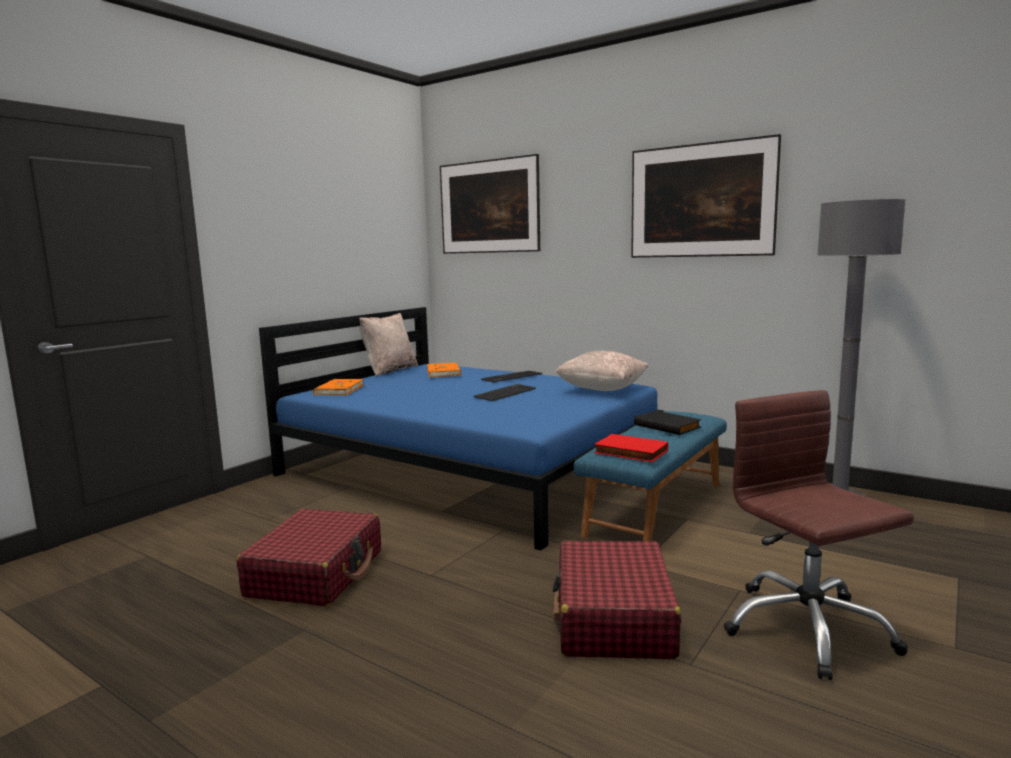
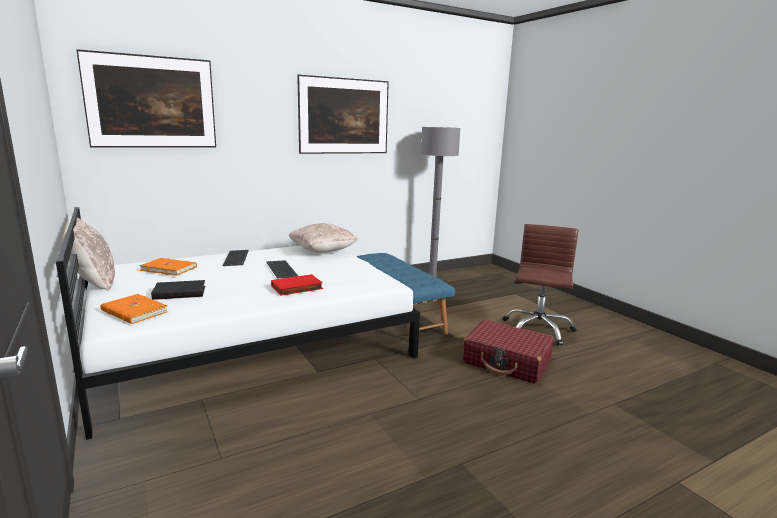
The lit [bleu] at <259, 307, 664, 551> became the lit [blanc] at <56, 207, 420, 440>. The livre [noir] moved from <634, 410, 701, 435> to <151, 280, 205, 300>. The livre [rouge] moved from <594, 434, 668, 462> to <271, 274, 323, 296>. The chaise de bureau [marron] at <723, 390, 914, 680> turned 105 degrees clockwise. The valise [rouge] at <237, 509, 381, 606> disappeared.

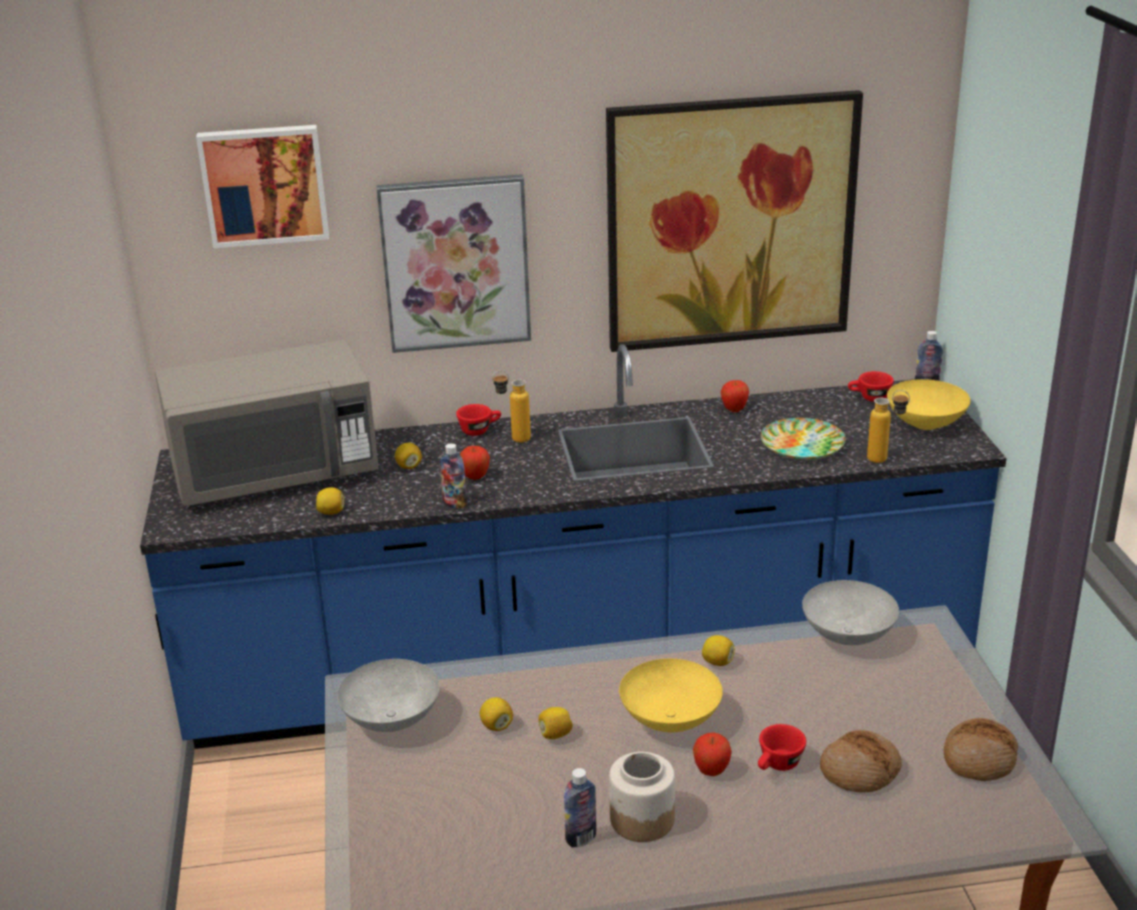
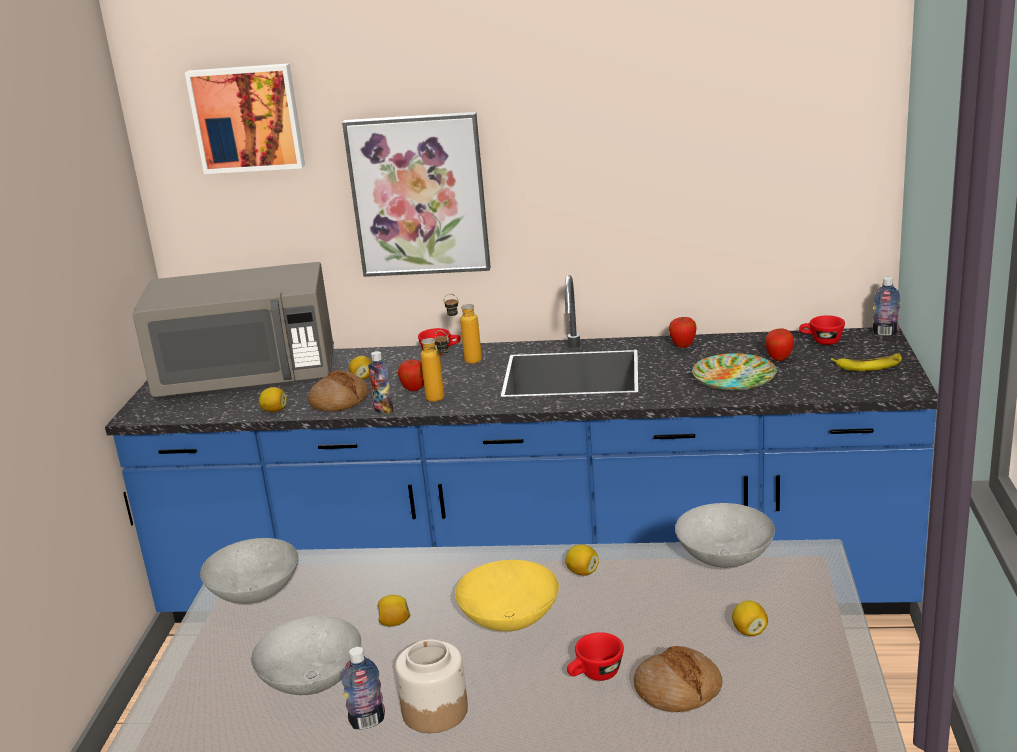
The bol [gris] at <251, 616, 362, 695> appeared. The pain moved from <944, 718, 1018, 781> to <308, 370, 369, 412>. The bouteille moved from <867, 390, 910, 463> to <421, 330, 449, 402>. The citron moved from <480, 697, 513, 731> to <732, 601, 768, 636>. The pomme moved from <693, 732, 732, 776> to <765, 328, 794, 361>. The bol [jaune] at <887, 379, 970, 430> was replaced by the banane at <831, 353, 902, 371>. The tableau at <606, 90, 863, 352> disappeared.

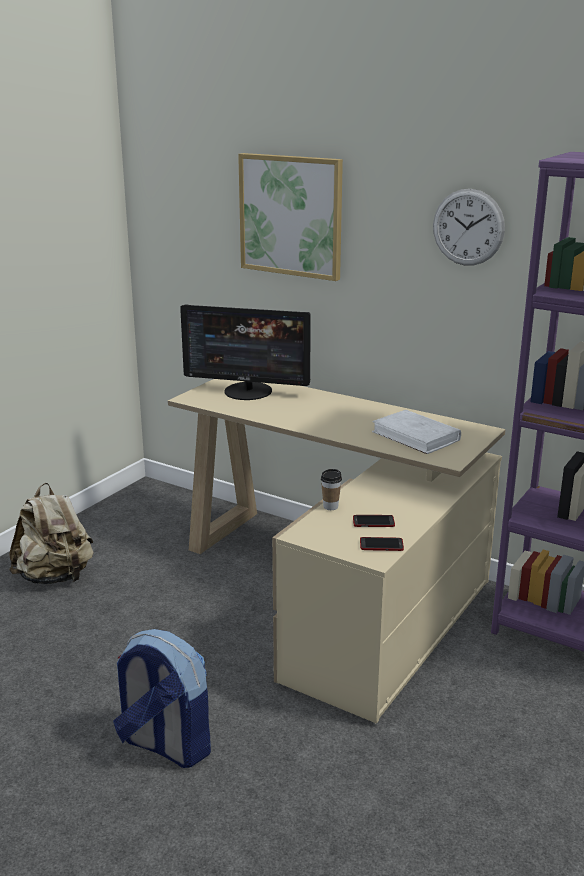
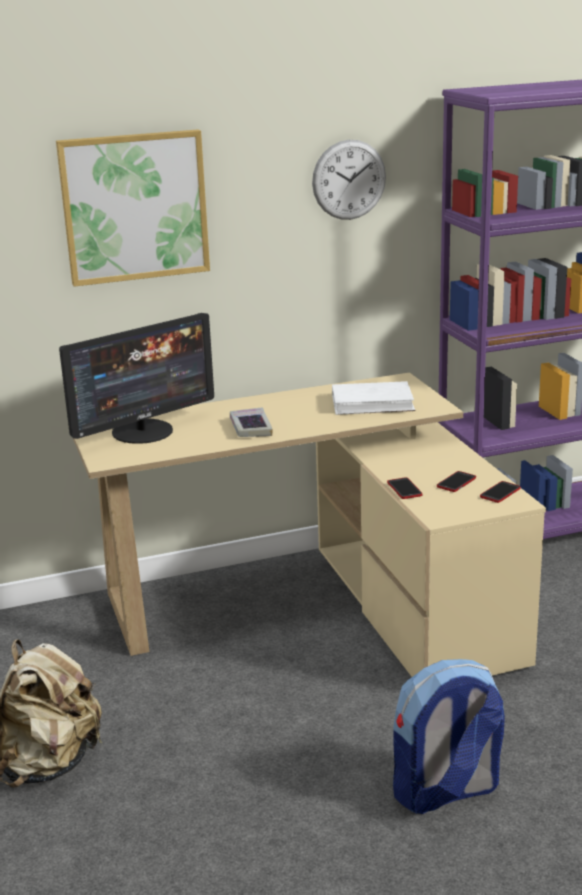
The livre at <230, 407, 273, 437> appeared. The tasse at <321, 469, 342, 510> was replaced by the téléphone at <387, 477, 422, 499>.

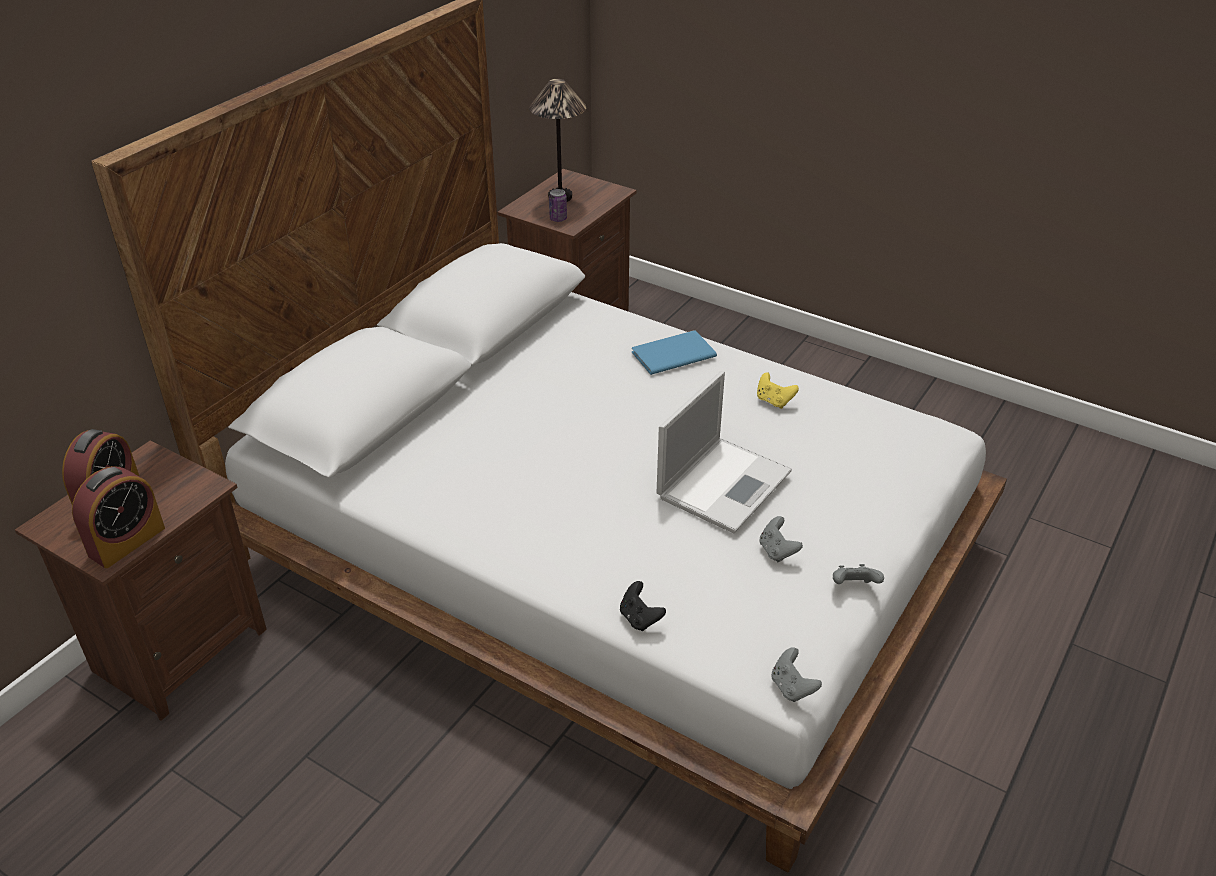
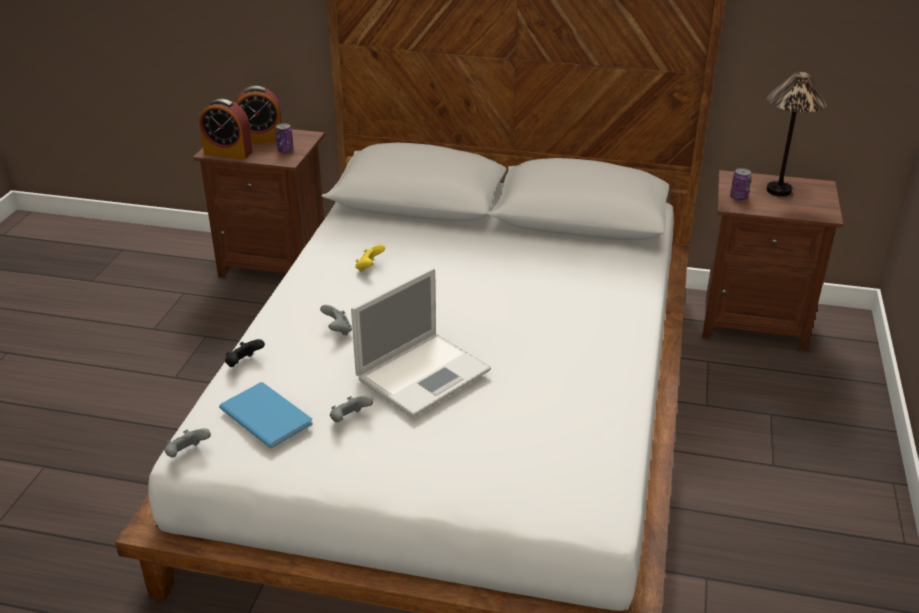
The livre [bleu] moved from <632, 330, 717, 375> to <219, 382, 313, 448>. The boîte métallique at <276, 123, 294, 153> appeared. The manette [gris] moved from <833, 564, 884, 584> to <320, 305, 352, 336>. The ordinateur portable at <657, 371, 792, 533> turned 60 degrees counterclockwise. The manette [jaune] moved from <757, 372, 799, 409> to <355, 244, 385, 272>.

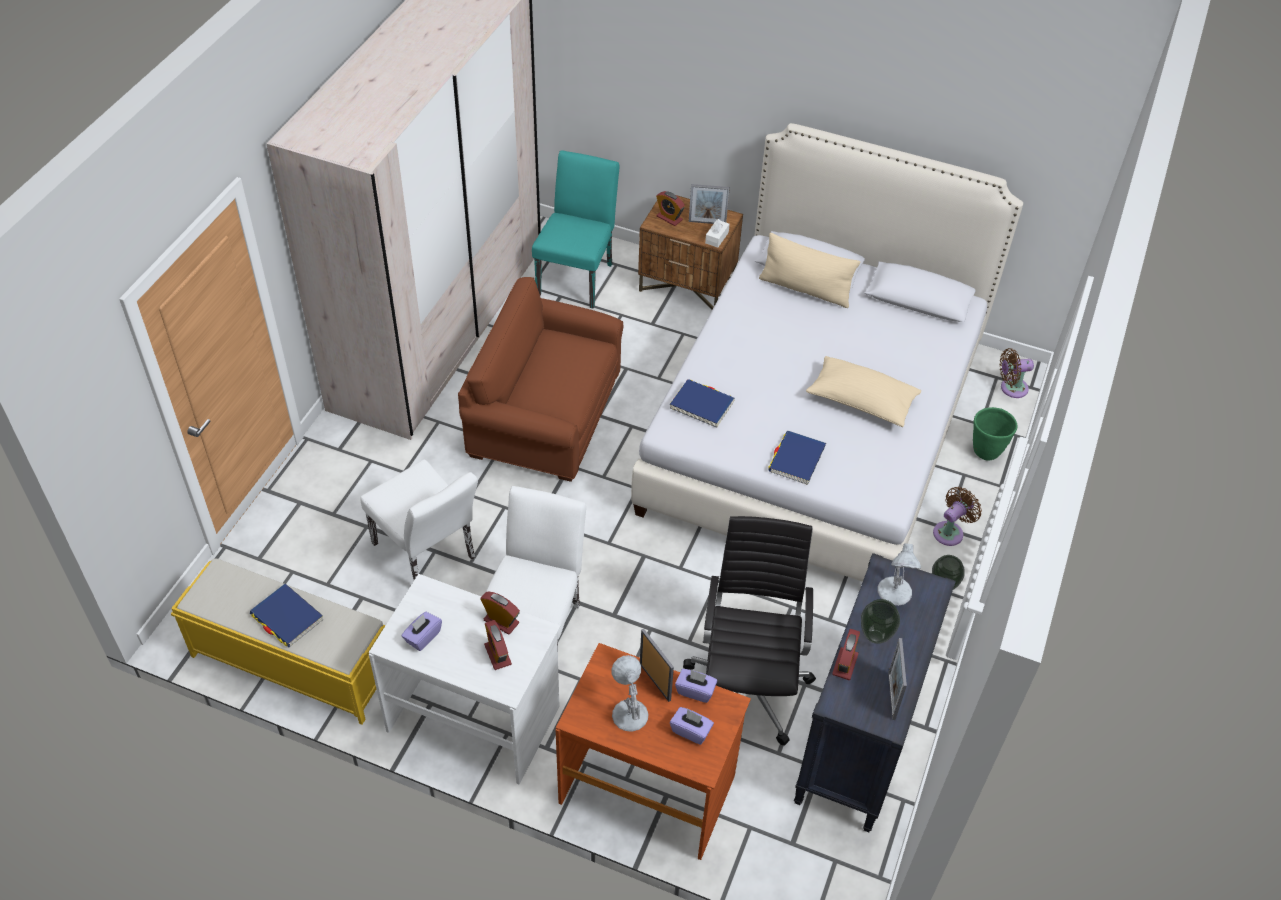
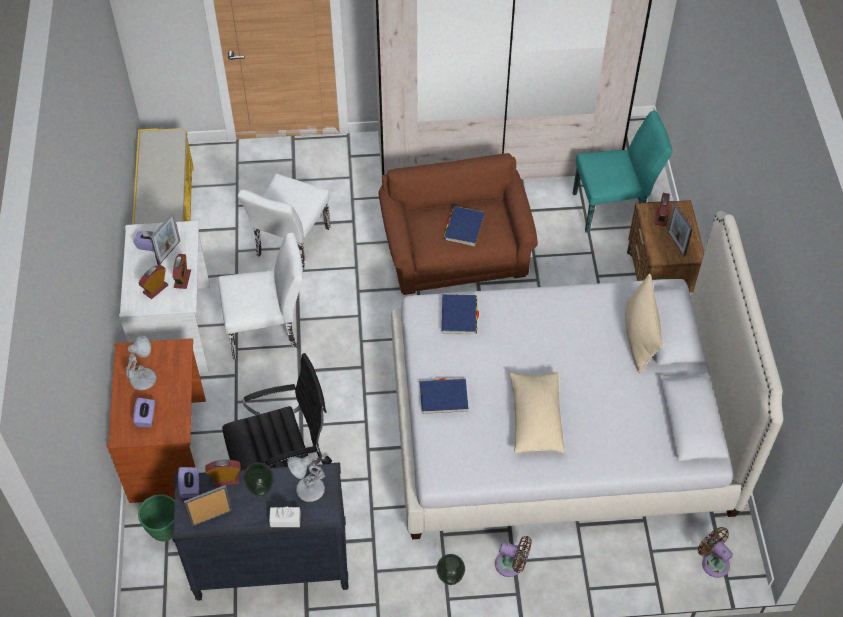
The cache-pot [vert] moved from <973, 407, 1017, 461> to <138, 494, 174, 541>. The cadre photo moved from <640, 628, 674, 702> to <150, 212, 180, 265>. The boîte à mouchoirs [violet] moved from <675, 669, 717, 703> to <178, 467, 199, 498>. The boîte à mouchoirs [blanc] moved from <705, 219, 730, 248> to <269, 507, 301, 527>. The livre [bleu] moved from <250, 584, 323, 647> to <444, 206, 485, 247>.

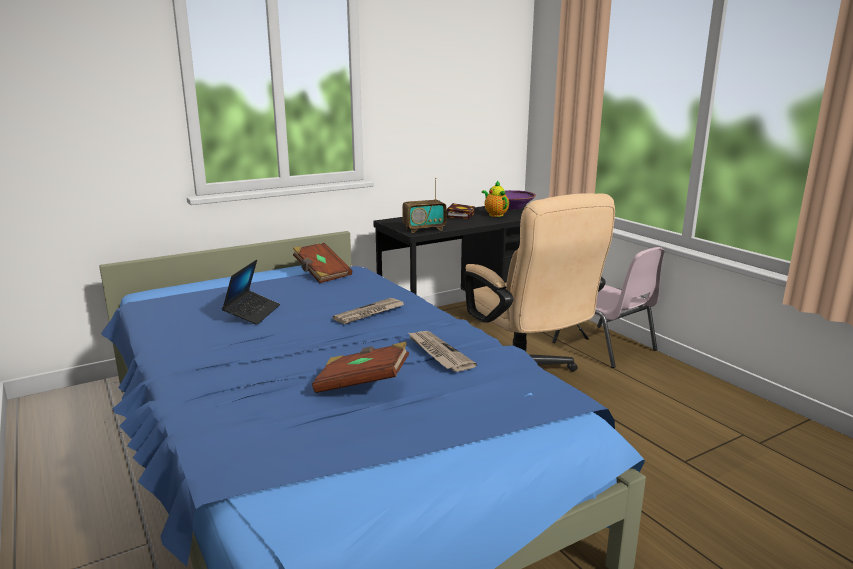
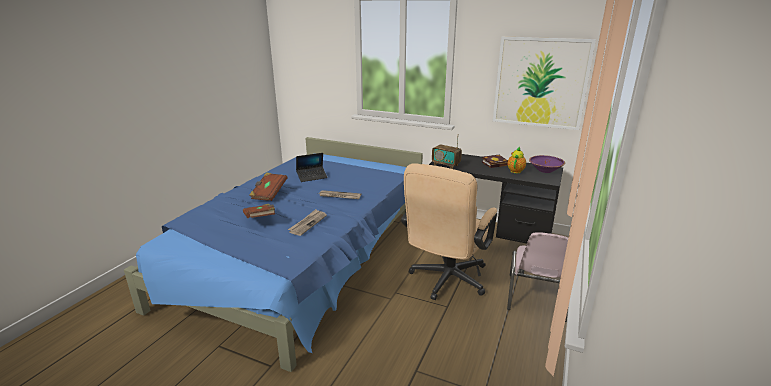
The livre [marron] moved from <293, 243, 352, 283> to <249, 172, 287, 201>. The tableau at <493, 36, 596, 130> appeared.

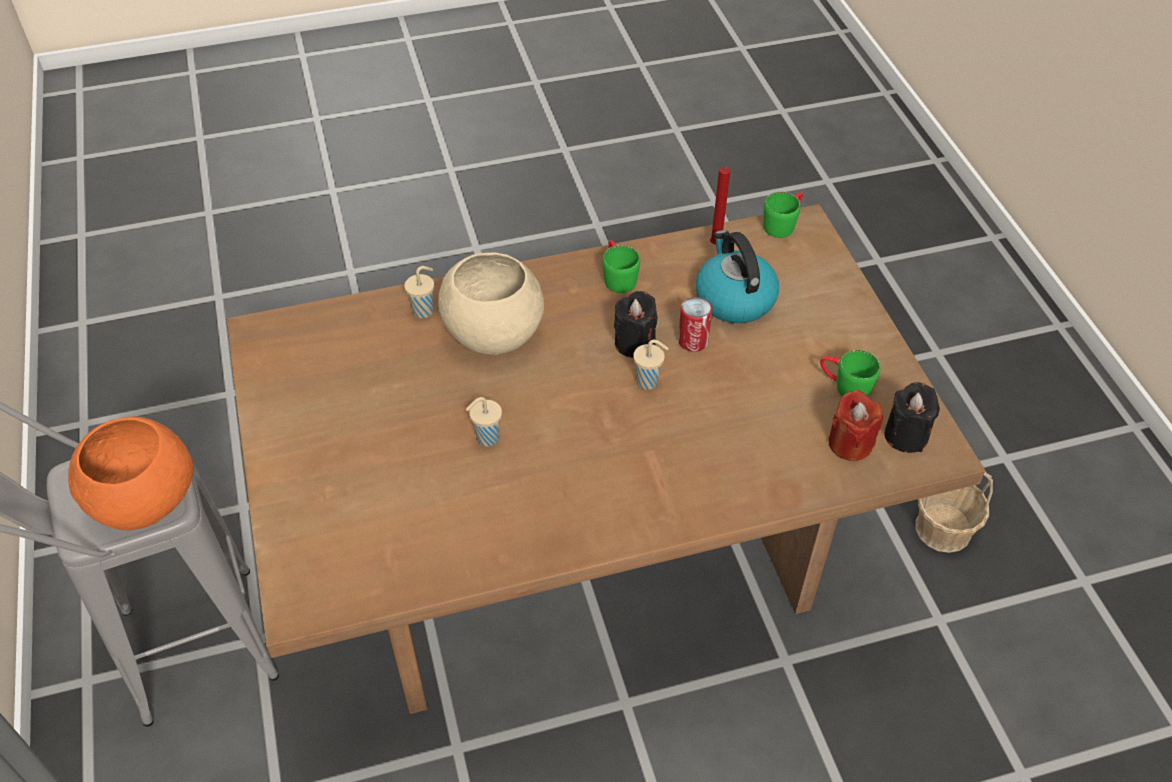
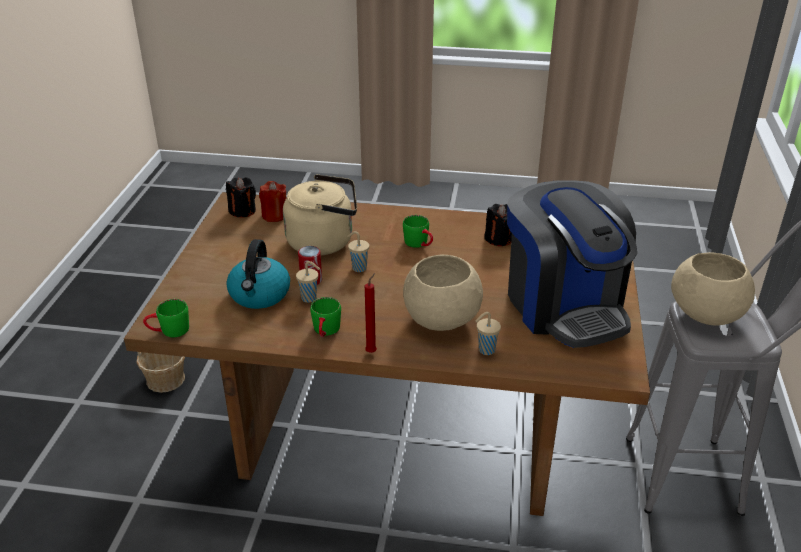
The bouilloire [beige] at <283, 174, 357, 255> appeared. The tasse [beige] moved from <466, 397, 502, 446> to <296, 261, 320, 303>. The bougie [rouge] moved from <710, 167, 730, 245> to <365, 273, 377, 353>. The mug [vert] moved from <820, 350, 880, 397> to <403, 215, 433, 248>. The bougie [noir] moved from <614, 291, 658, 358> to <484, 204, 512, 246>. The machine à café at <507, 180, 637, 348> appeared. The bol [orange] at <68, 417, 193, 530> became the bol [beige] at <671, 252, 755, 326>.

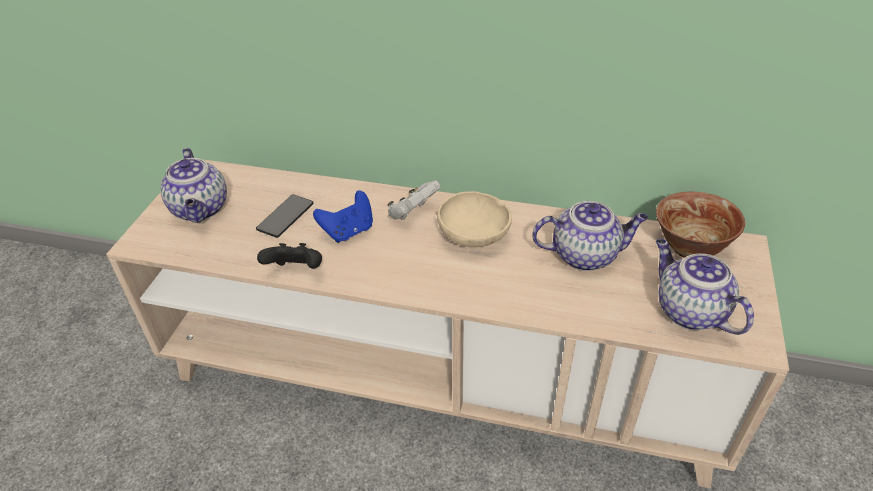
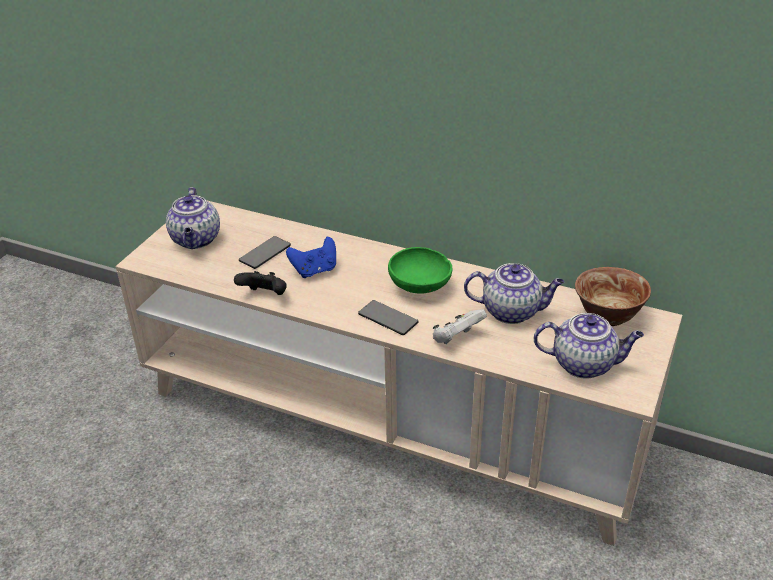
The téléphone at <358, 300, 418, 335> appeared. The bol [beige] at <437, 191, 512, 247> became the bol [vert] at <388, 247, 452, 294>. The manette [blanc] moved from <387, 180, 441, 220> to <433, 309, 487, 344>. The théière at <656, 239, 754, 335> turned 120 degrees clockwise.

